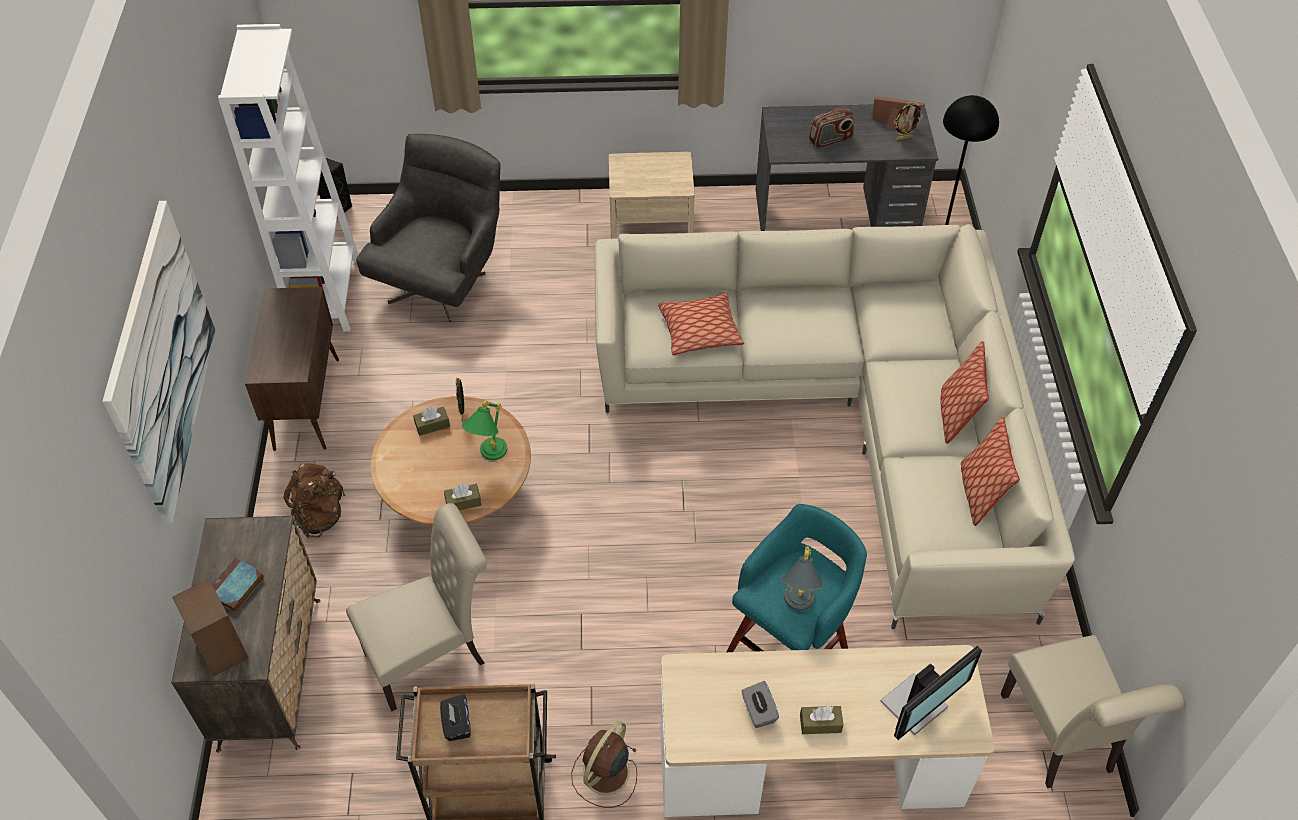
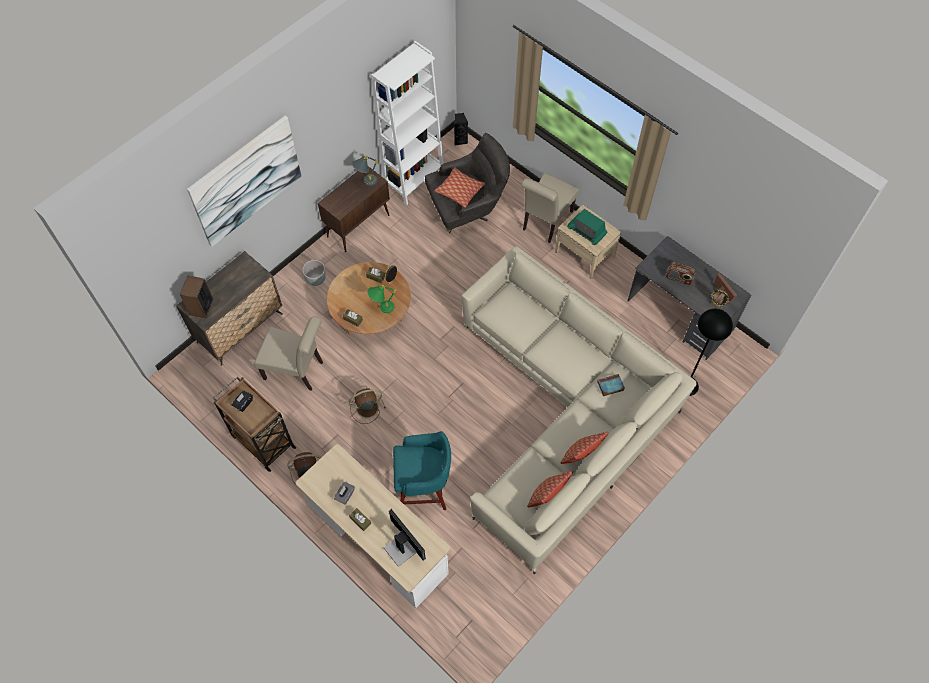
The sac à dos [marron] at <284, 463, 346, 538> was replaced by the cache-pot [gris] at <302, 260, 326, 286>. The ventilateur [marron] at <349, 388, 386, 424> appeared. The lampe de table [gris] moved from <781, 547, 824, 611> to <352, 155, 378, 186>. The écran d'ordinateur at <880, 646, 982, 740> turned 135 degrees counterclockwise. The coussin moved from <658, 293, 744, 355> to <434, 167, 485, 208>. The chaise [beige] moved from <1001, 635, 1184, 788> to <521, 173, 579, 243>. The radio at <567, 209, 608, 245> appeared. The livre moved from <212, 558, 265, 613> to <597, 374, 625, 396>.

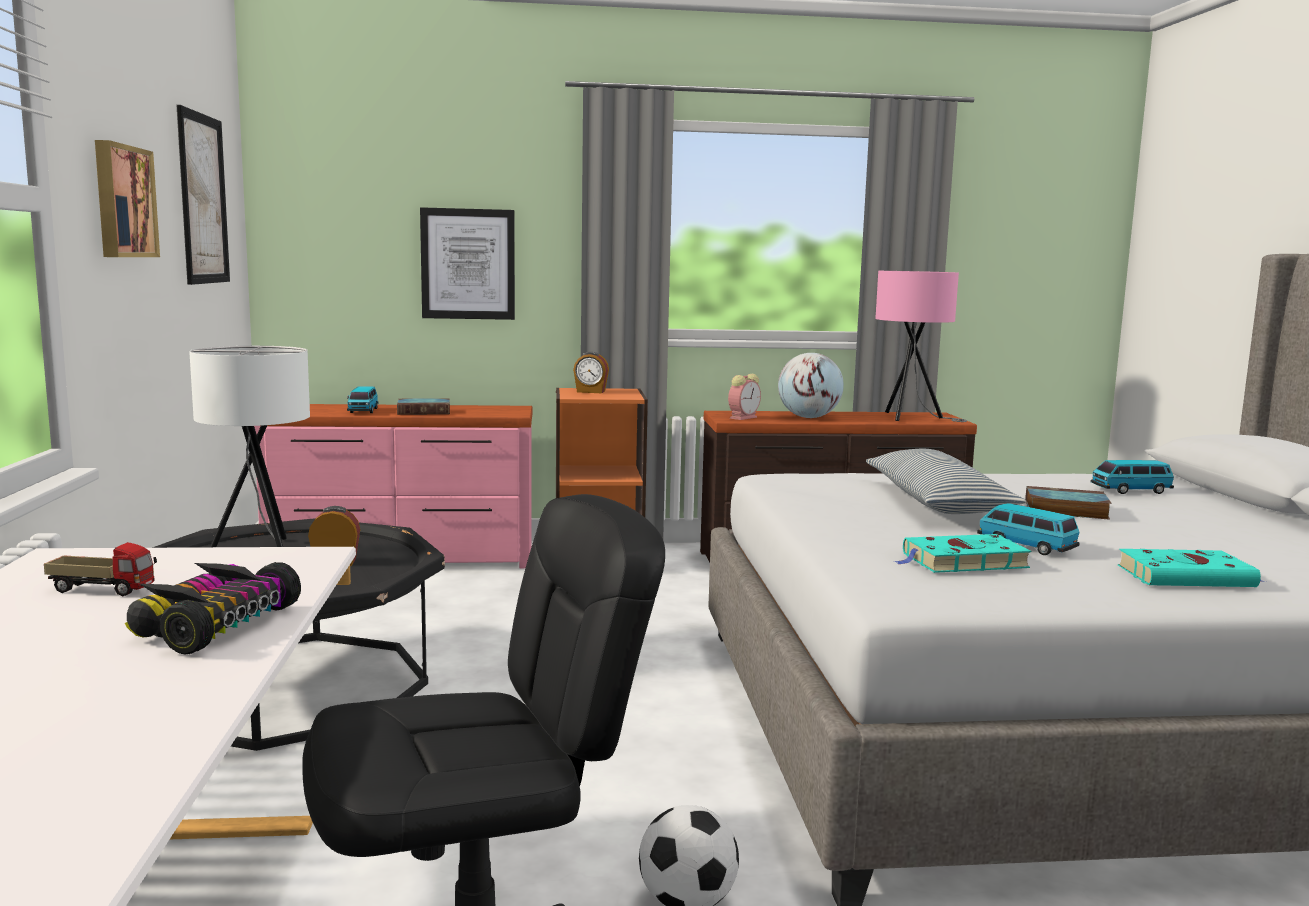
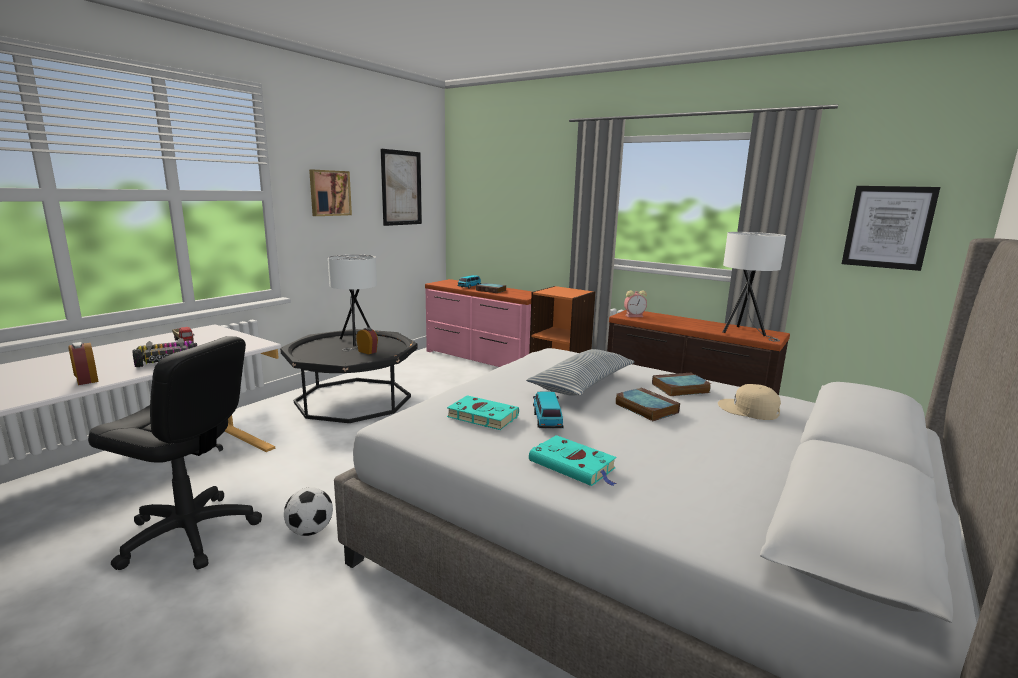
The réveil moved from <573, 352, 609, 393> to <68, 342, 99, 385>. The livre at <652, 372, 712, 396> appeared. The petite voiture at <1091, 460, 1174, 494> was replaced by the casquette [beige] at <718, 384, 781, 420>. The lampe de table [rose] at <875, 271, 967, 422> became the lampe de table [blanc] at <723, 232, 786, 342>. The tableau moved from <420, 207, 515, 320> to <842, 186, 940, 271>. The globe at <778, 353, 844, 418> disappeared.

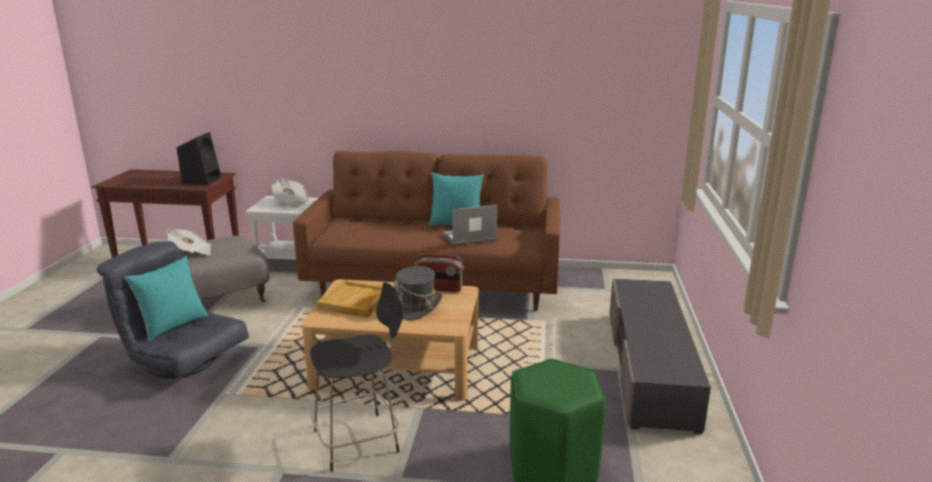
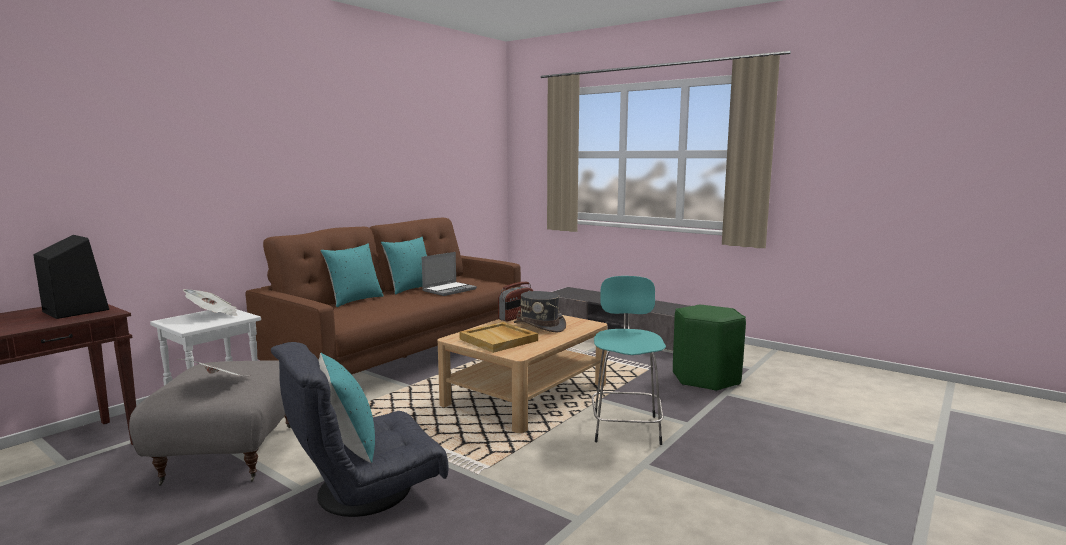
The coussin [turquoise] at <320, 243, 384, 307> appeared. The ordinateur portable at <443, 205, 497, 245> turned 150 degrees counterclockwise. The tabouret [noir] at <310, 282, 403, 472> became the tabouret [turquoise] at <592, 276, 666, 445>.

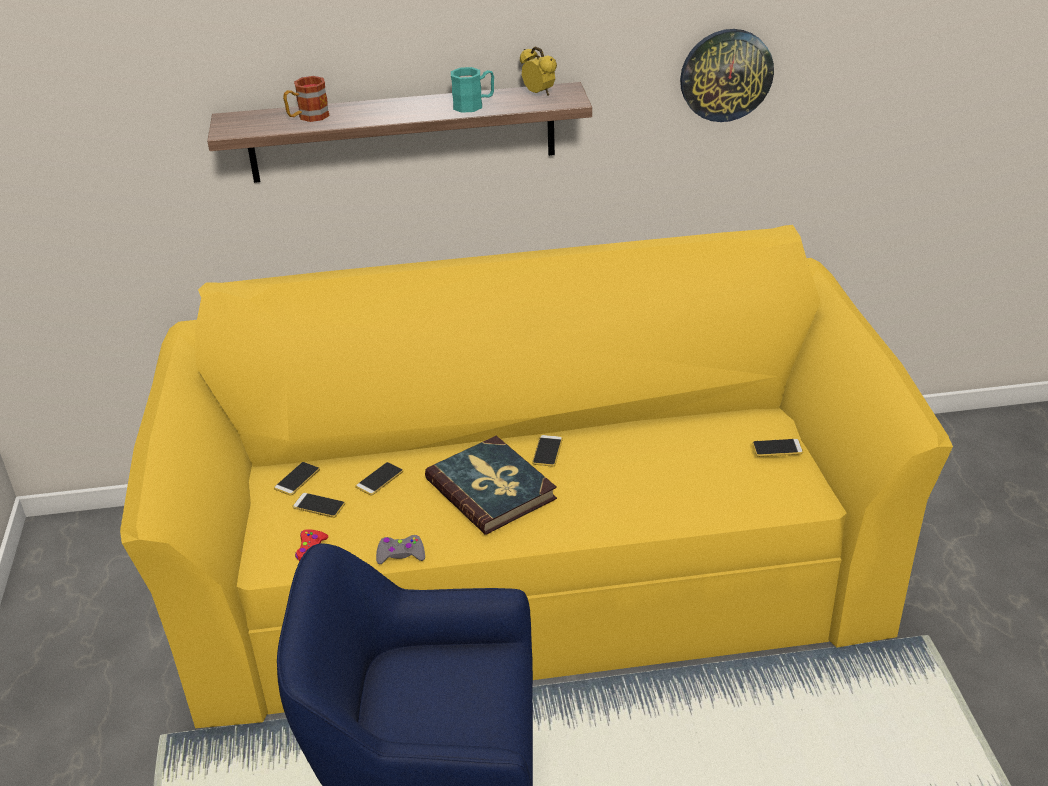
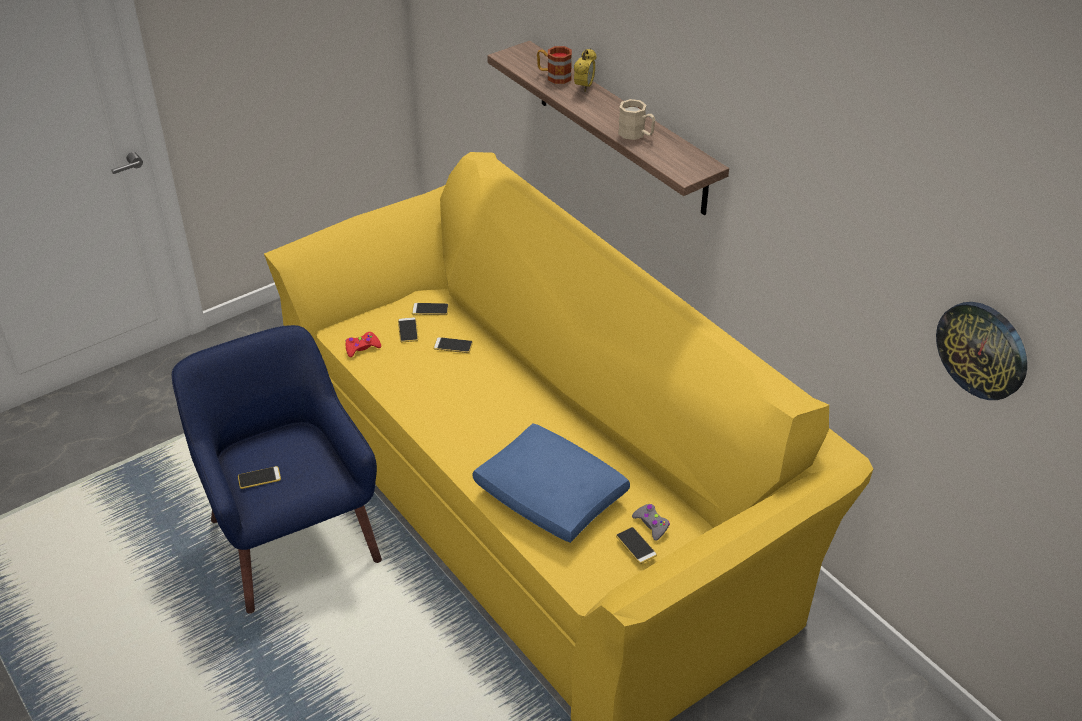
The téléphone moved from <532, 435, 563, 467> to <238, 466, 281, 489>. The coussin [bleu] at <473, 423, 630, 543> appeared. The réveil moved from <520, 46, 557, 96> to <574, 49, 596, 92>. The mug [turquoise] at <451, 67, 494, 113> became the mug [beige] at <618, 99, 655, 140>. The manette [gris] moved from <376, 535, 425, 564> to <632, 504, 670, 541>. The horloge murale moved from <680, 29, 774, 122> to <936, 302, 1027, 400>. The livre at <425, 436, 557, 534> disappeared.

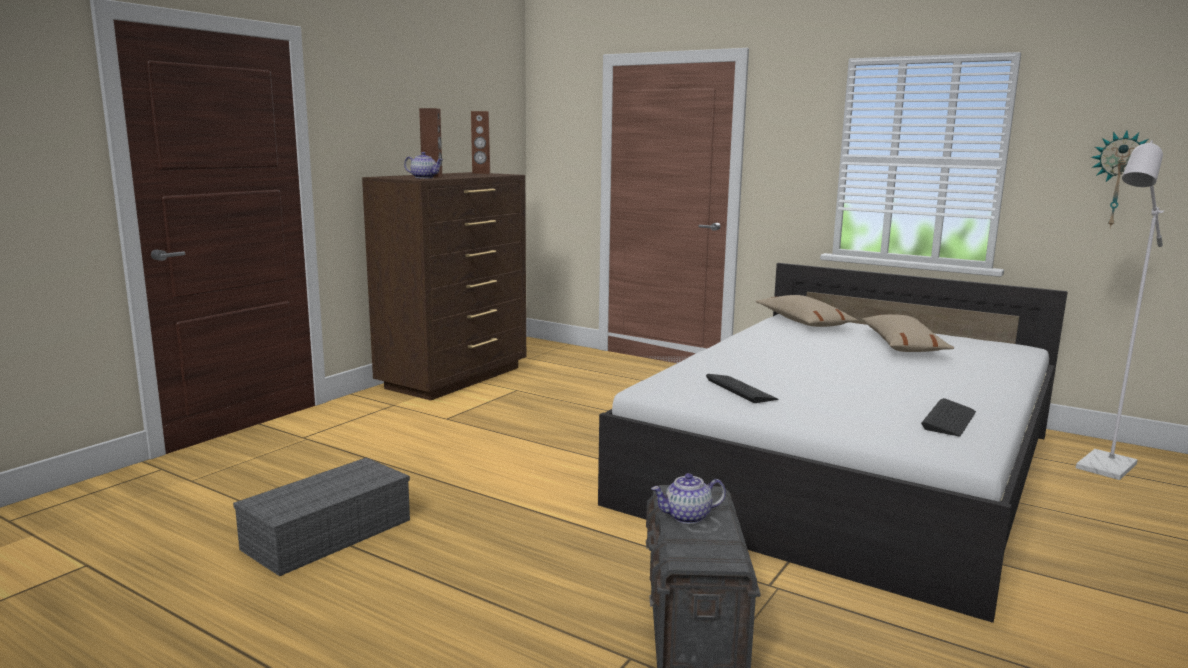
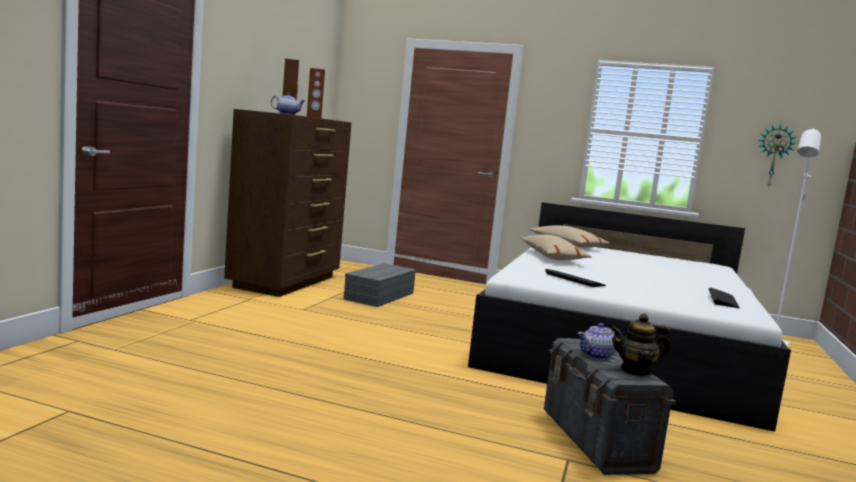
The boîte de rangement [gris] moved from <233, 457, 410, 576> to <344, 263, 416, 307>. The coussin [beige] moved from <862, 314, 954, 352> to <520, 234, 592, 260>. The théière at <610, 314, 671, 376> appeared.

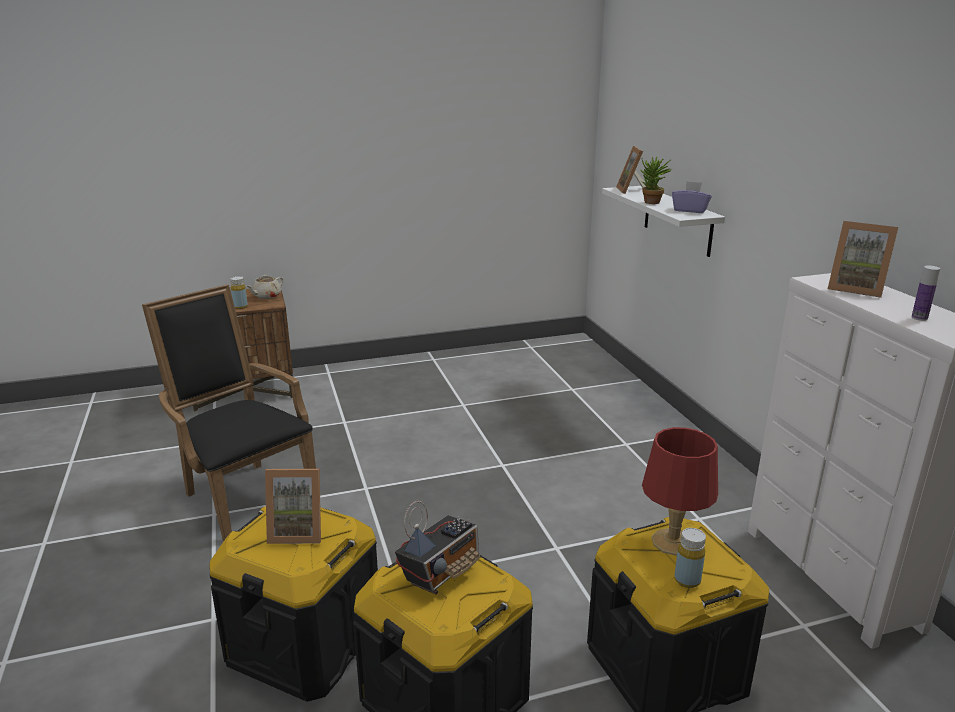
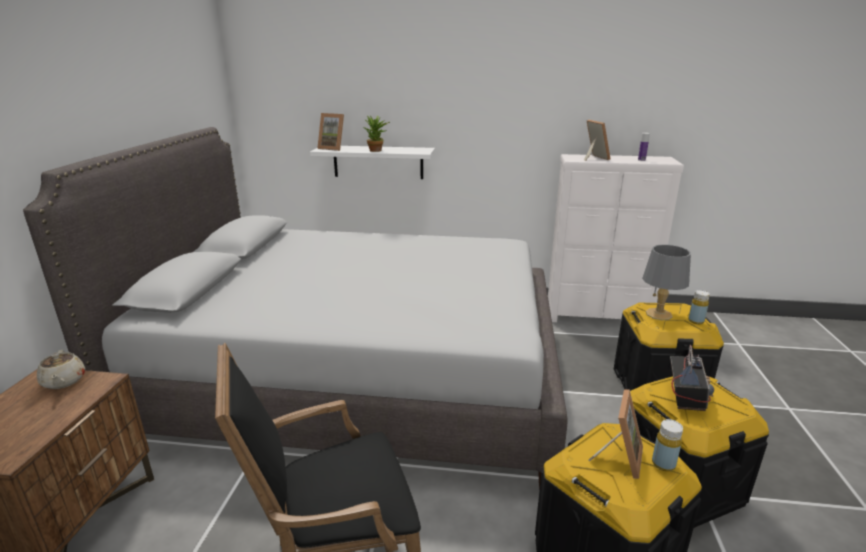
The lit [gris] at <23, 127, 567, 490> appeared. The cadre photo at <828, 221, 898, 298> turned 75 degrees counterclockwise. The lampe de table [rouge] at <642, 427, 718, 556> became the lampe de table [gris] at <642, 244, 691, 320>. The bouteille [jaune] moved from <230, 276, 248, 309> to <652, 419, 683, 471>. The radio at <395, 501, 480, 594> turned 45 degrees clockwise. The boîte à mouchoirs [violet] at <672, 181, 712, 213> disappeared.

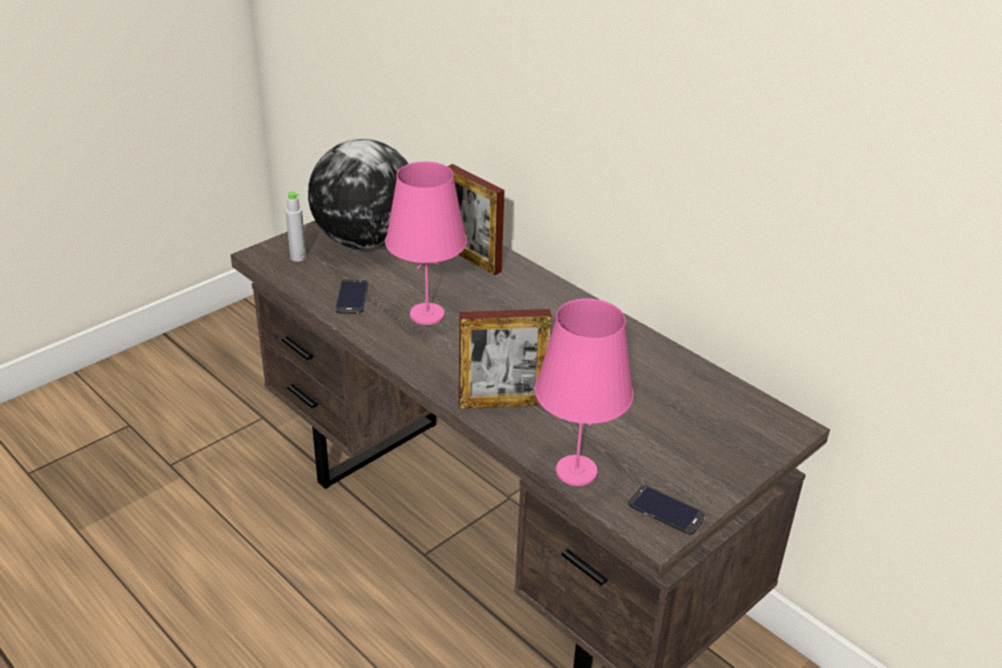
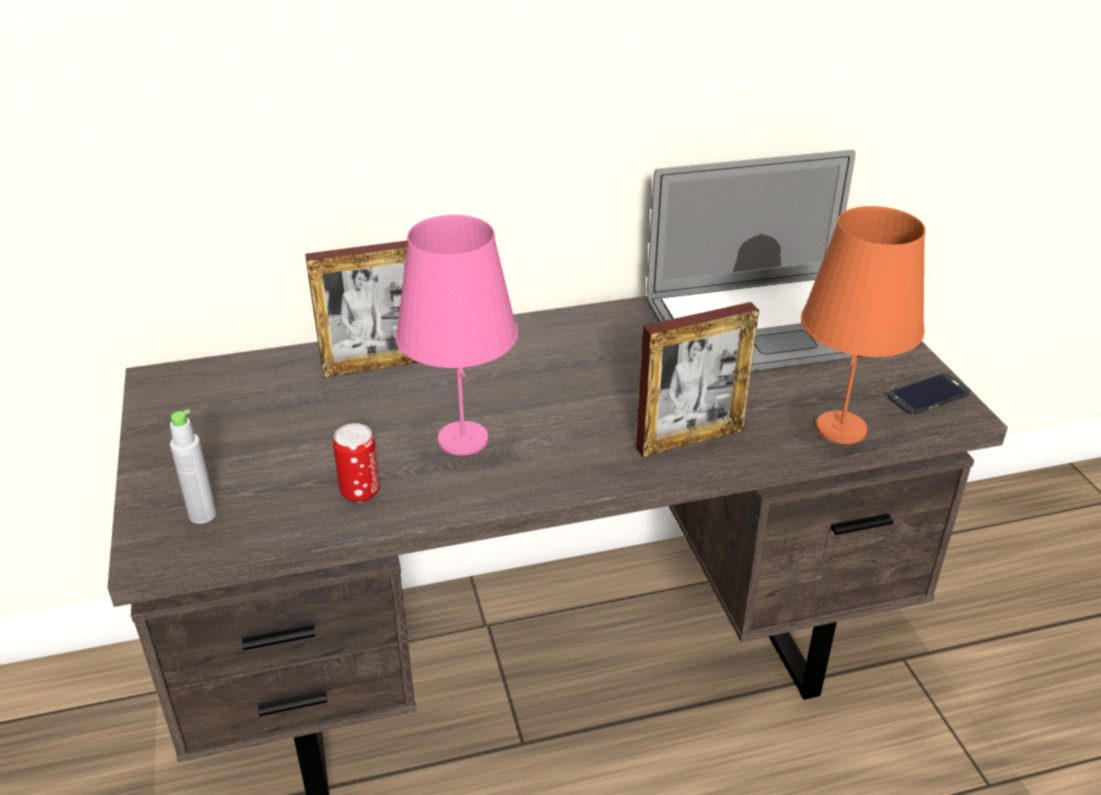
The téléphone at <335, 279, 368, 314> was replaced by the boîte métallique at <333, 423, 380, 502>. The cadre photo at <459, 309, 551, 409> turned 45 degrees clockwise. The ordinateur portable at <647, 149, 860, 371> appeared. The lampe de table [rose] at <535, 298, 634, 486> became the lampe de table [orange] at <801, 206, 926, 444>. The globe at <308, 139, 408, 250> disappeared.

